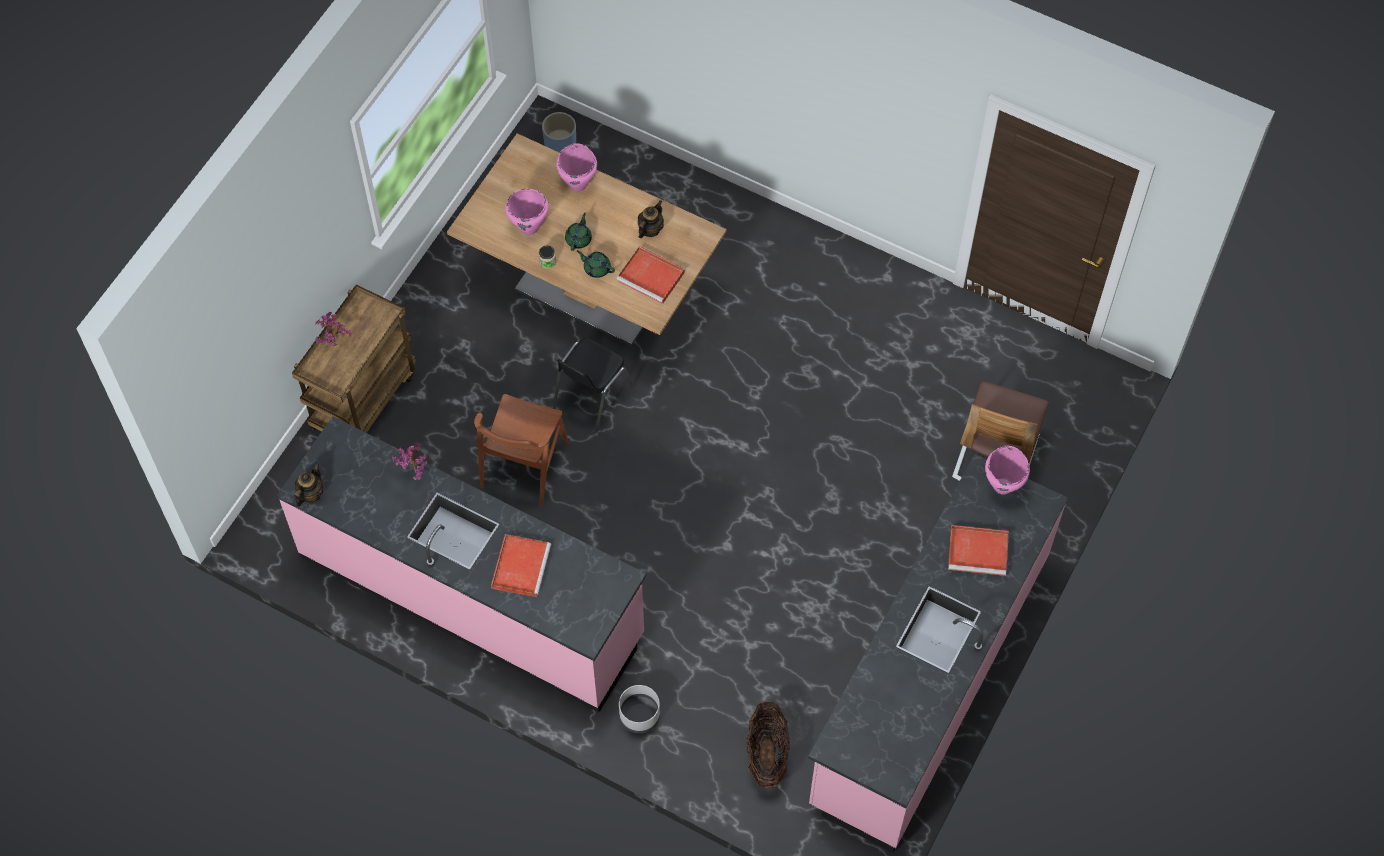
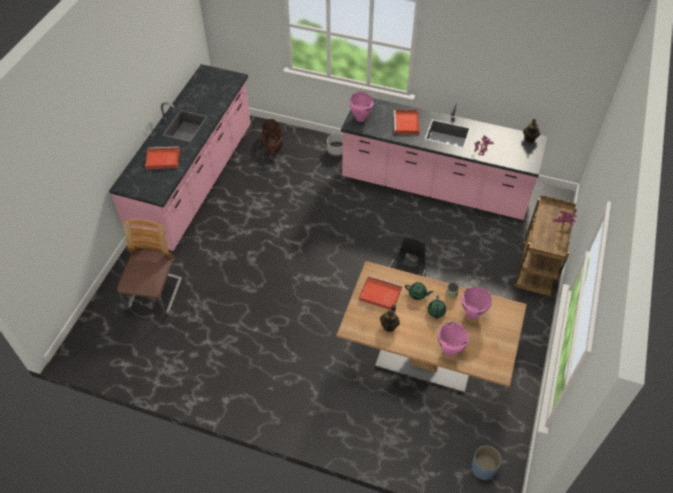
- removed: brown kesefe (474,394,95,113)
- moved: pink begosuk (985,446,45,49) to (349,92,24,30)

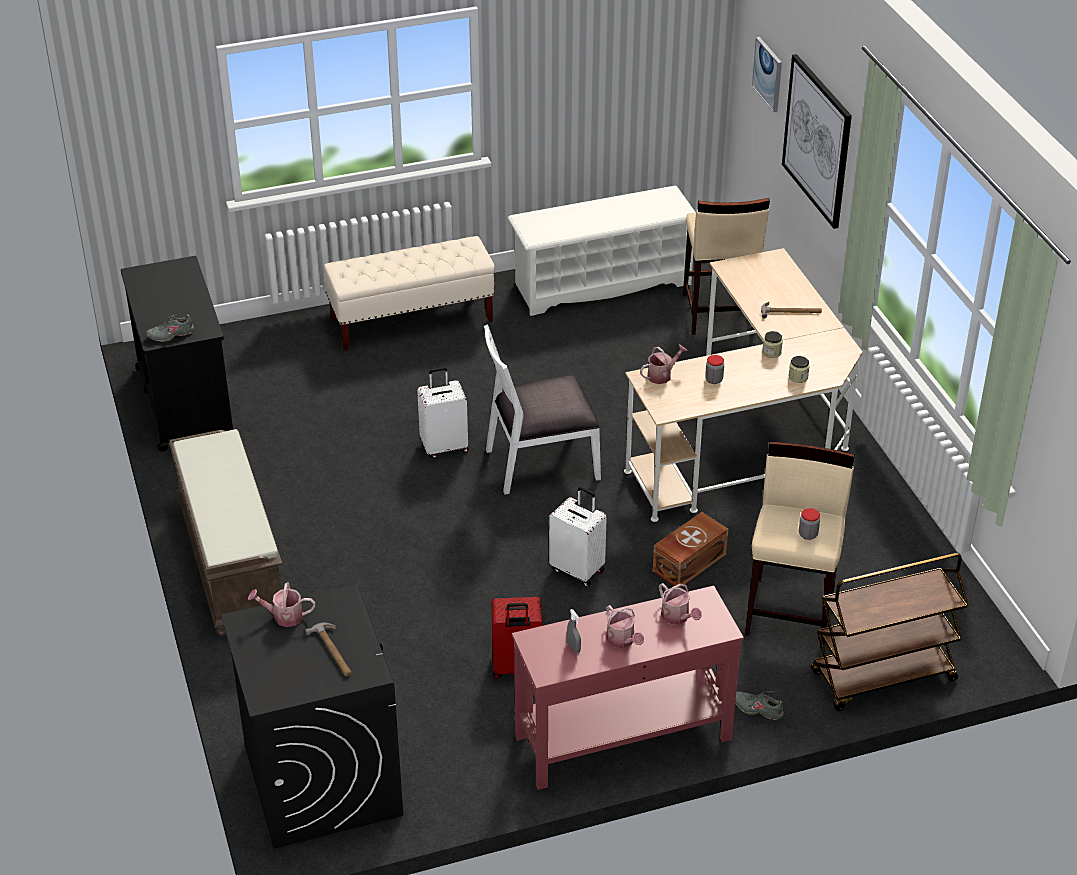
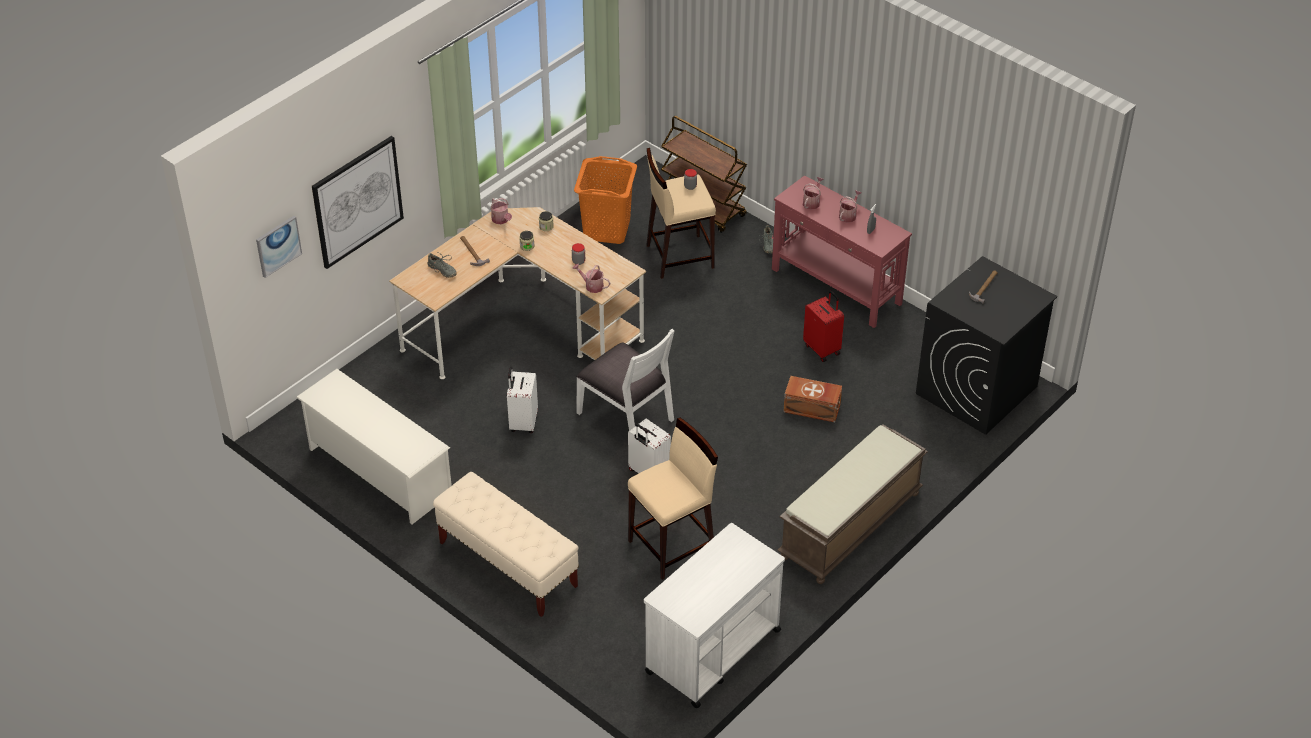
- recoloured: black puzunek (121,256,113,196) to white puzunek (644,523,141,185)
- moved: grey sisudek (146,314,48,28) to (428,253,29,25)
- moved: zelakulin (248,582,67,45) to (490,198,22,26)
- moved: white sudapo (549,487,58,100) to (507,367,31,66)
- moved: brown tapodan (653,512,75,76) to (783,376,59,46)
- moved: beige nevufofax (683,198,87,137) to (628,418,90,162)
- added: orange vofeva (574,156,63,88)

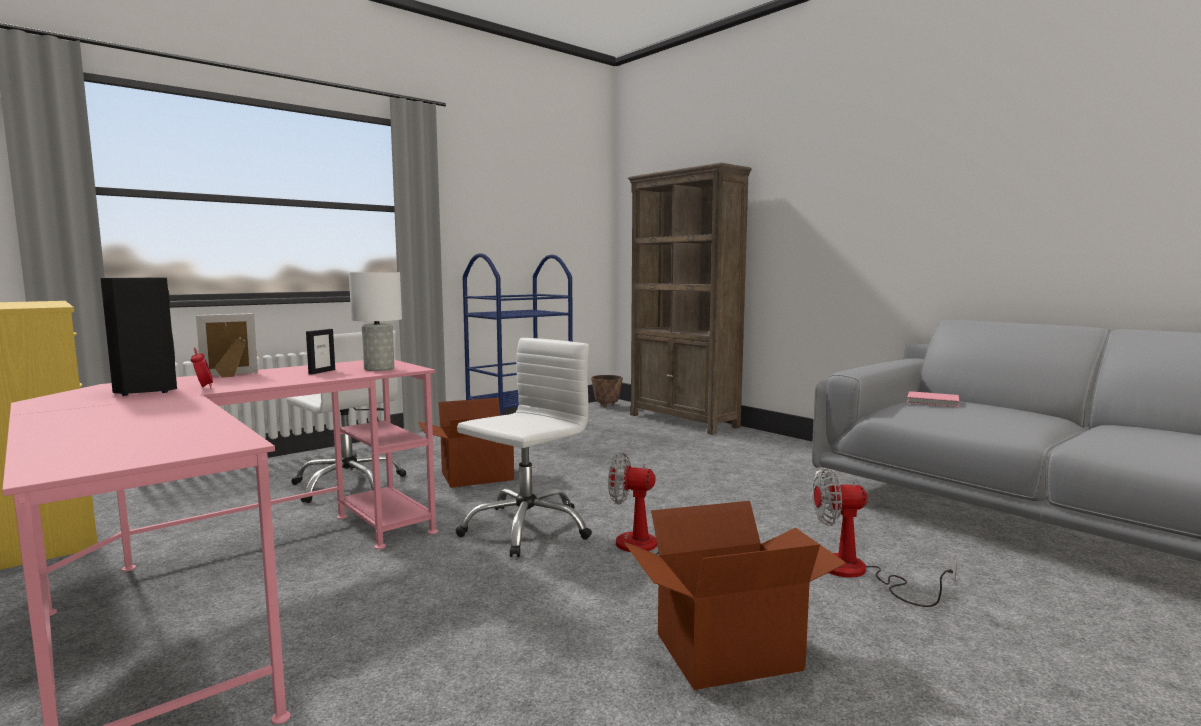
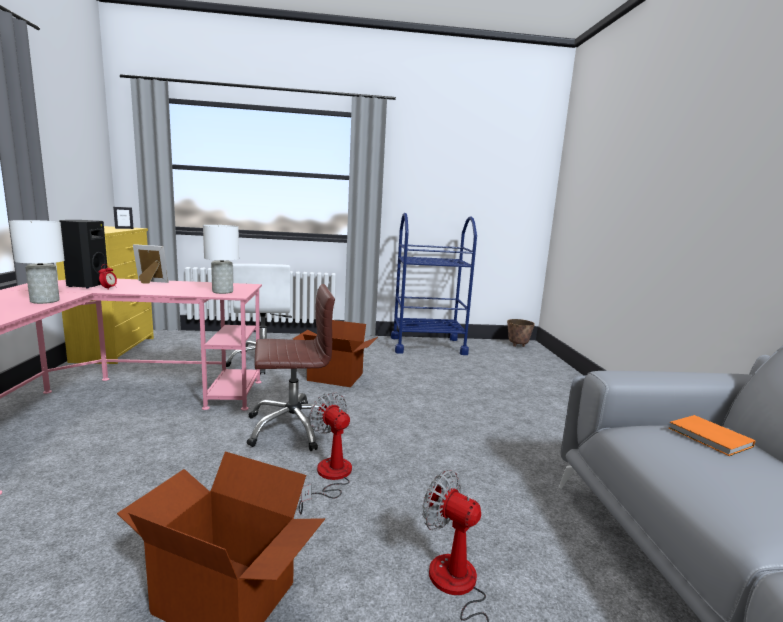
- moved: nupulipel (306,329,29,46) to (113,207,21,22)
- recoloured: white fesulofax (456,338,136,219) to brown fesulofax (247,284,88,167)
- removed: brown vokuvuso (628,163,124,272)
- recoloured: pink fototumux (907,391,52,16) to orange fototumux (669,415,87,41)
- added: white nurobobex (9,220,56,84)

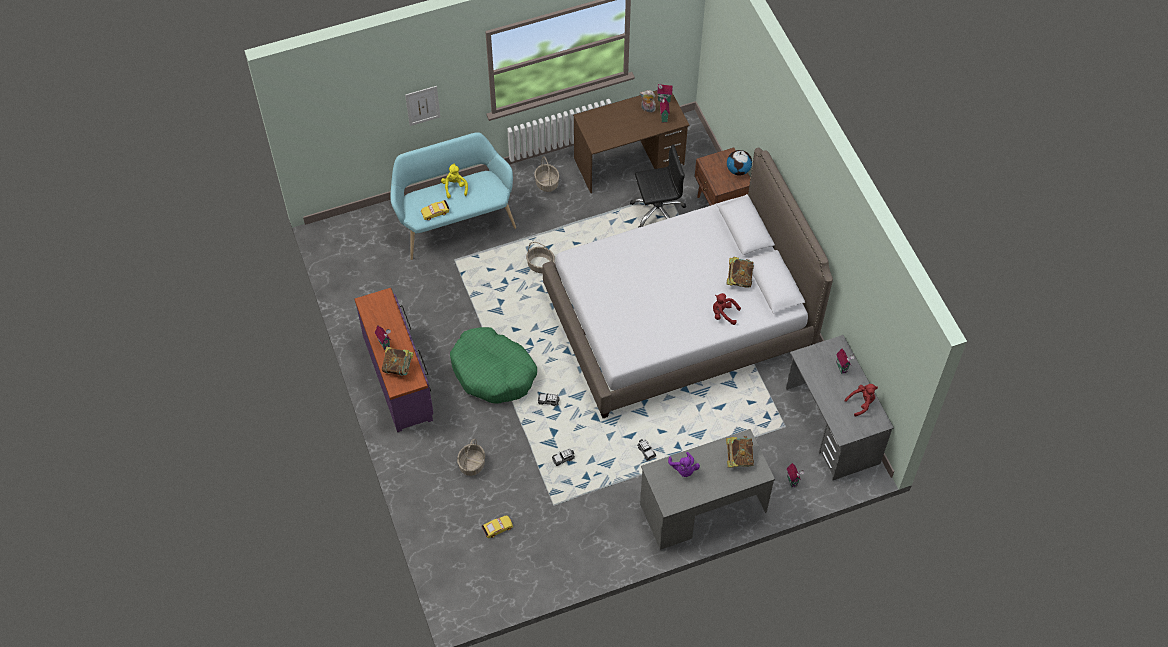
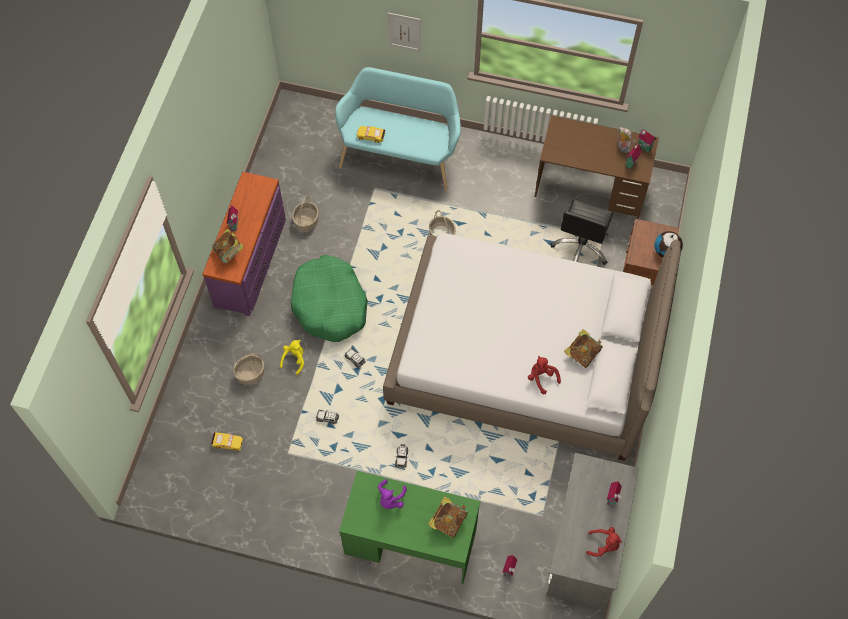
- moved: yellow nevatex (441,164,27,34) to (280,340,24,35)
- moved: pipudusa (534,156,25,36) to (292,195,27,37)
- turned: black fesulofax (630,144,56,84) = (551,199,63,66) 90 degrees clockwise
- recoloured: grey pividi (640,429,135,121) to green pividi (339,471,141,113)

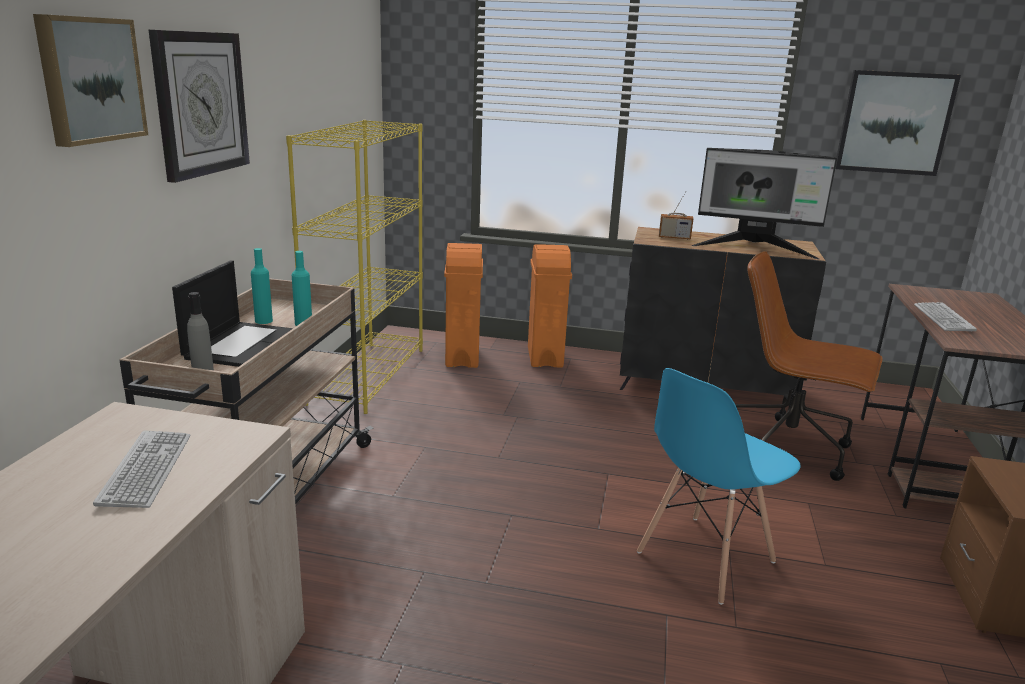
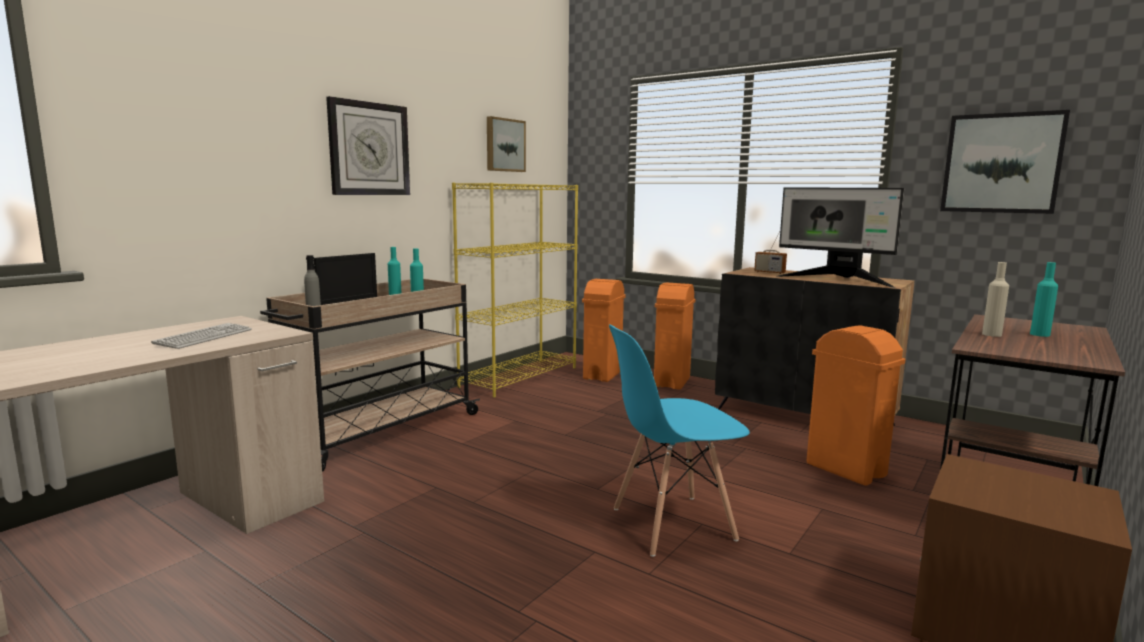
- moved: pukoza (33,14,115,133) to (487,116,39,56)
- replaced: brown fesulofax (735,251,148,230) to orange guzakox (806,325,100,161)
- replaced: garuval (914,302,63,29) to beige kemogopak (982,262,27,75)
- added: turquoise kemogopak (1030,262,28,75)

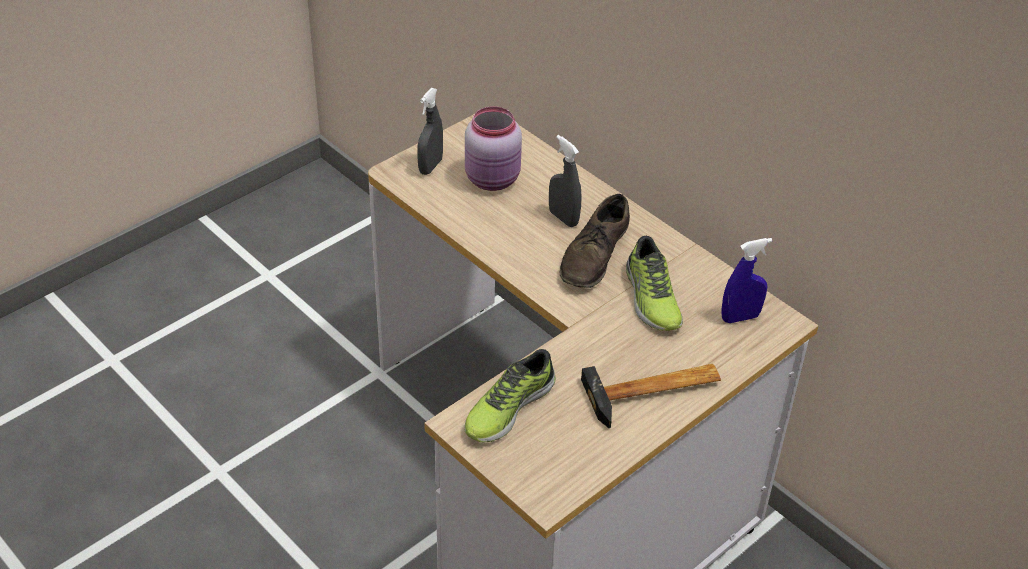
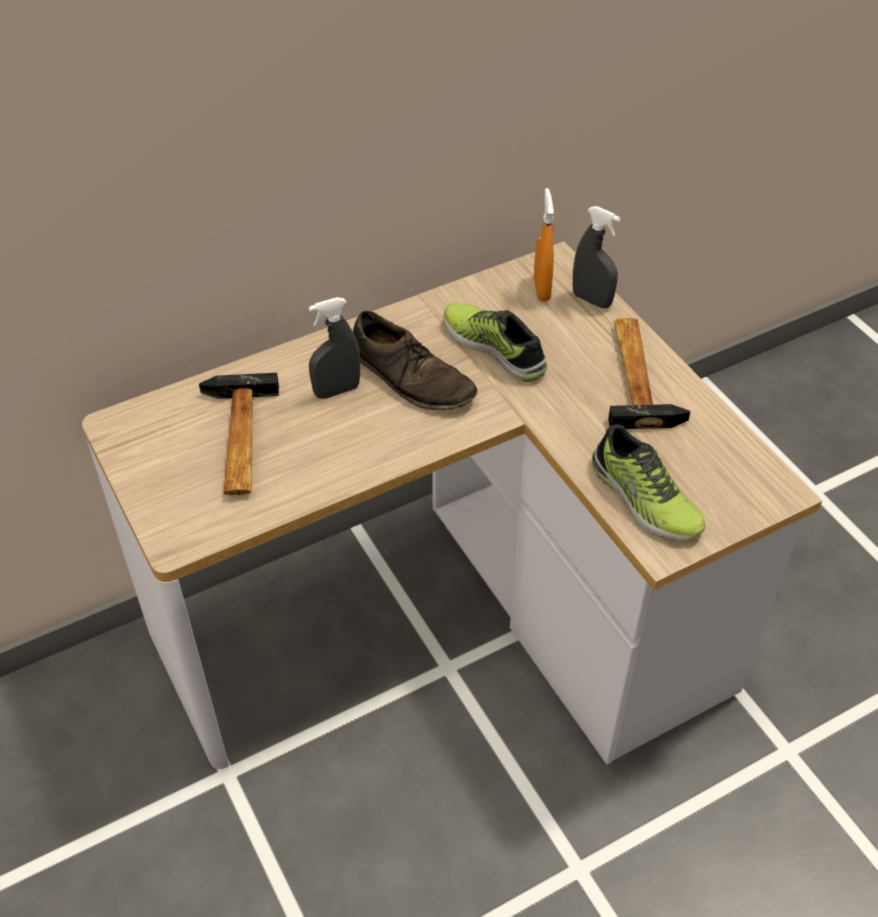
- moved: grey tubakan (417,88,26,87) to (573,206,47,102)
- replaced: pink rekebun (465,106,57,85) to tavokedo (199,373,80,122)
- turned: sisudek (626,236,57,95) = (443,303,104,79) 135 degrees counterclockwise
- recoloured: blue tubakan (721,238,51,85) to orange tubakan (534,188,20,113)

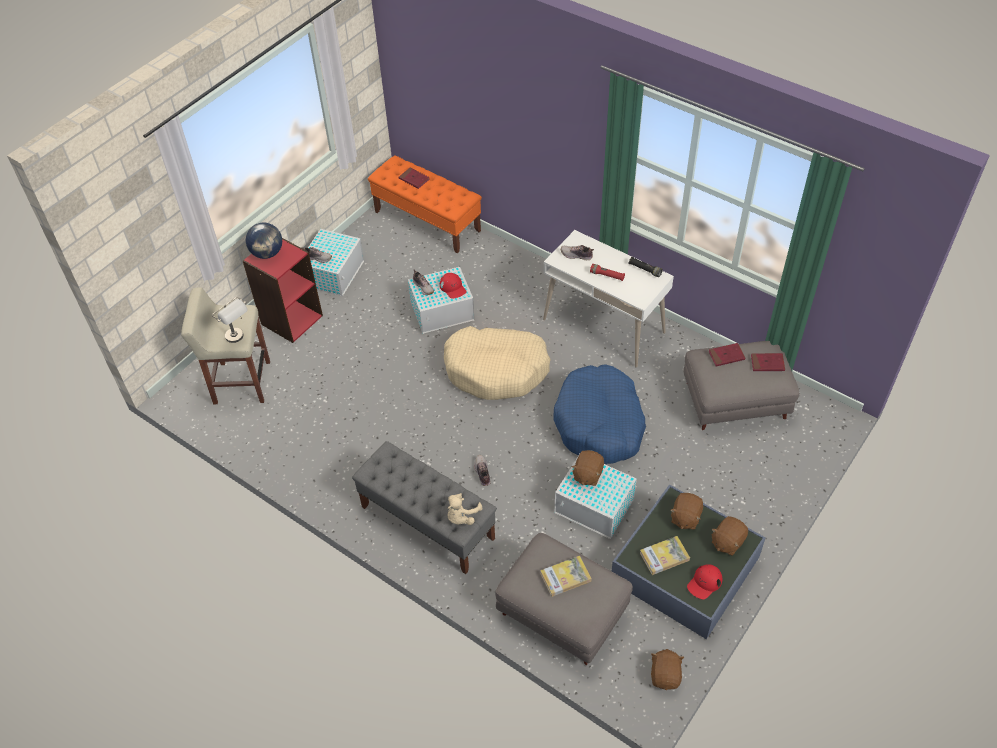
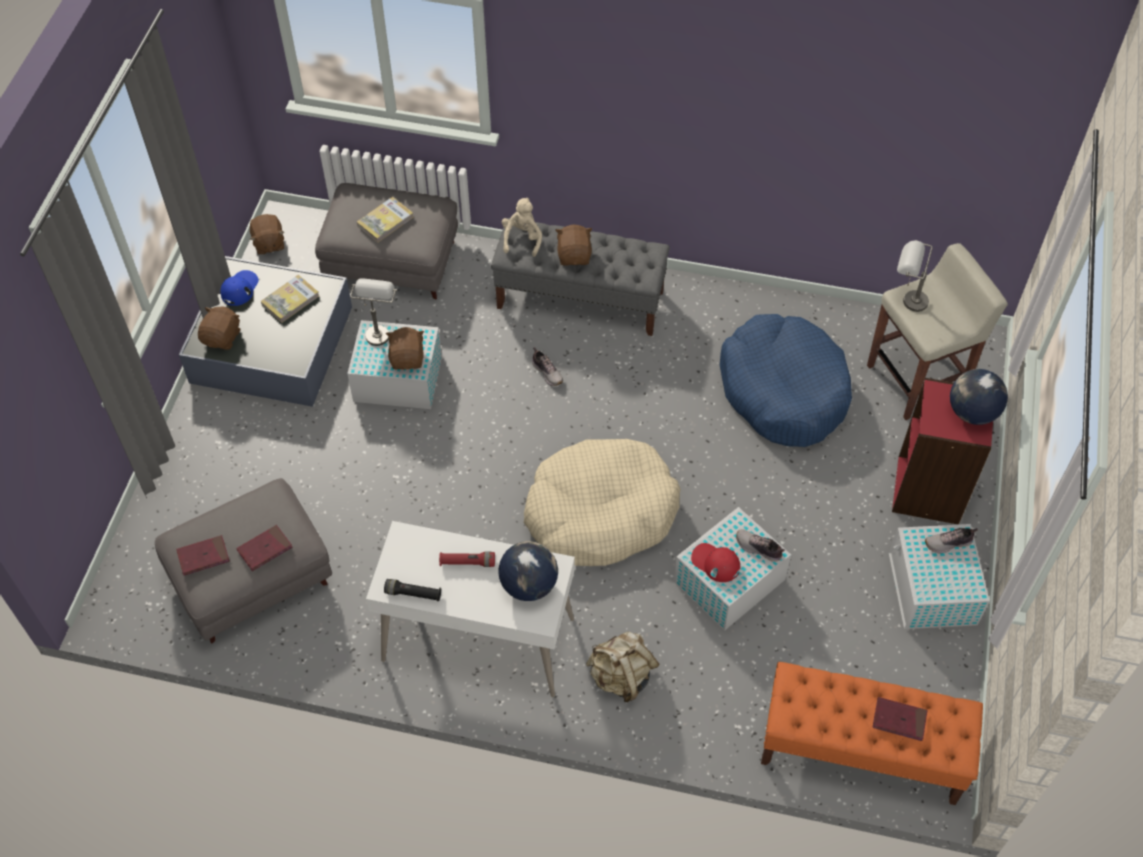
- moved: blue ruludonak (553,364,93,100) to (720,314,132,133)
- replaced: sisudek (561,245,33,16) to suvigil (498,541,60,60)
- moved: brown nevatex (671,493,32,37) to (555,225,37,41)
- recoloured: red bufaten (687,564,35,35) to blue bufaten (220,270,39,36)
- added: grey nurobobex (350,278,47,68)
- added: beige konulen (586,632,74,70)

